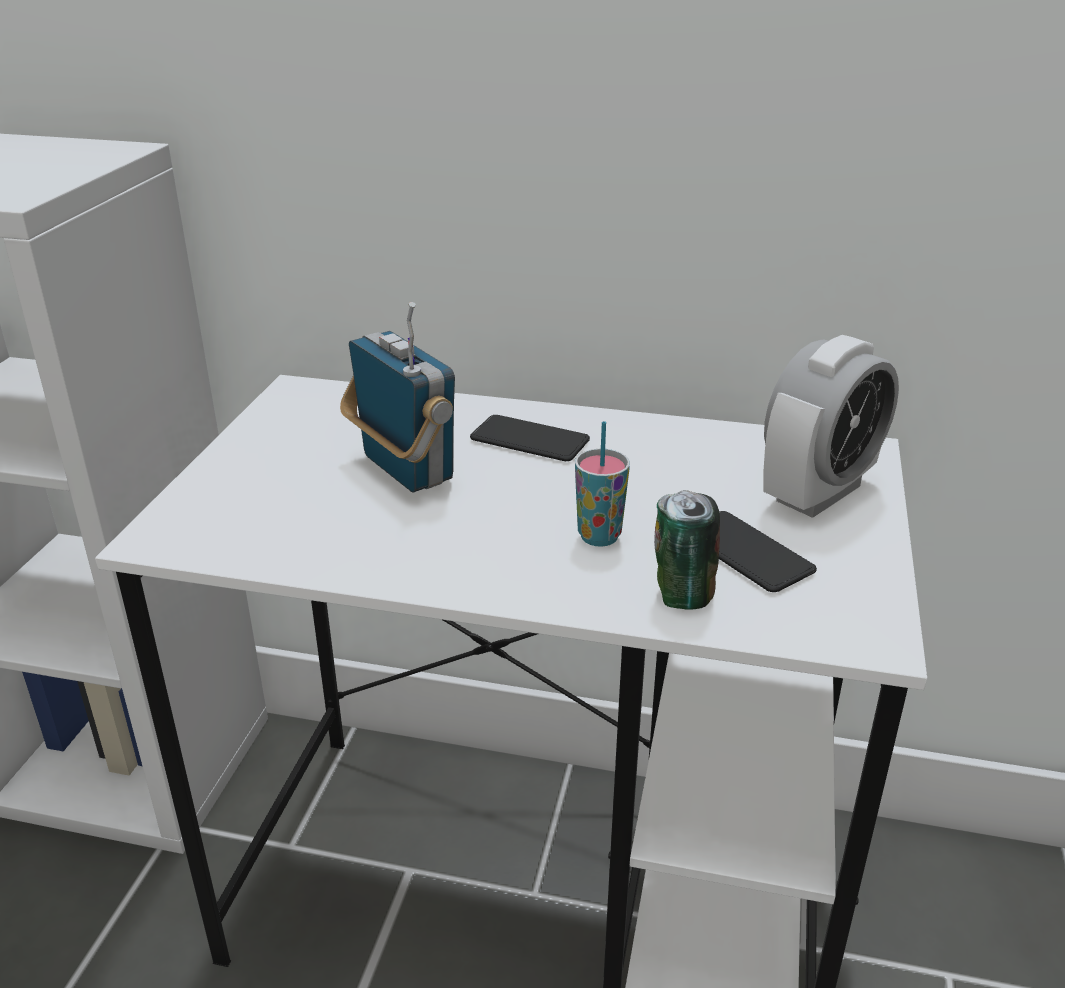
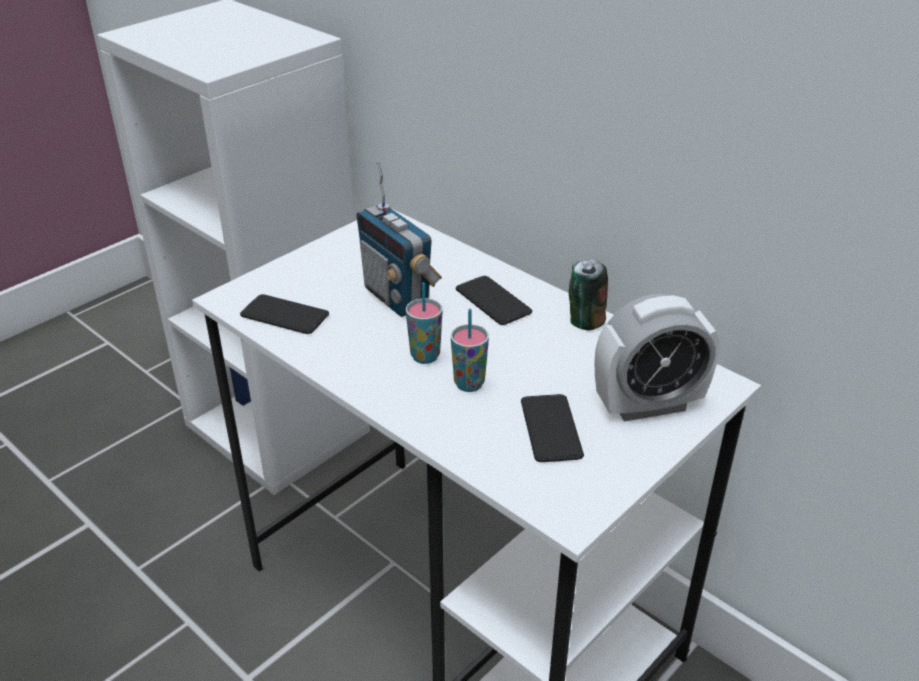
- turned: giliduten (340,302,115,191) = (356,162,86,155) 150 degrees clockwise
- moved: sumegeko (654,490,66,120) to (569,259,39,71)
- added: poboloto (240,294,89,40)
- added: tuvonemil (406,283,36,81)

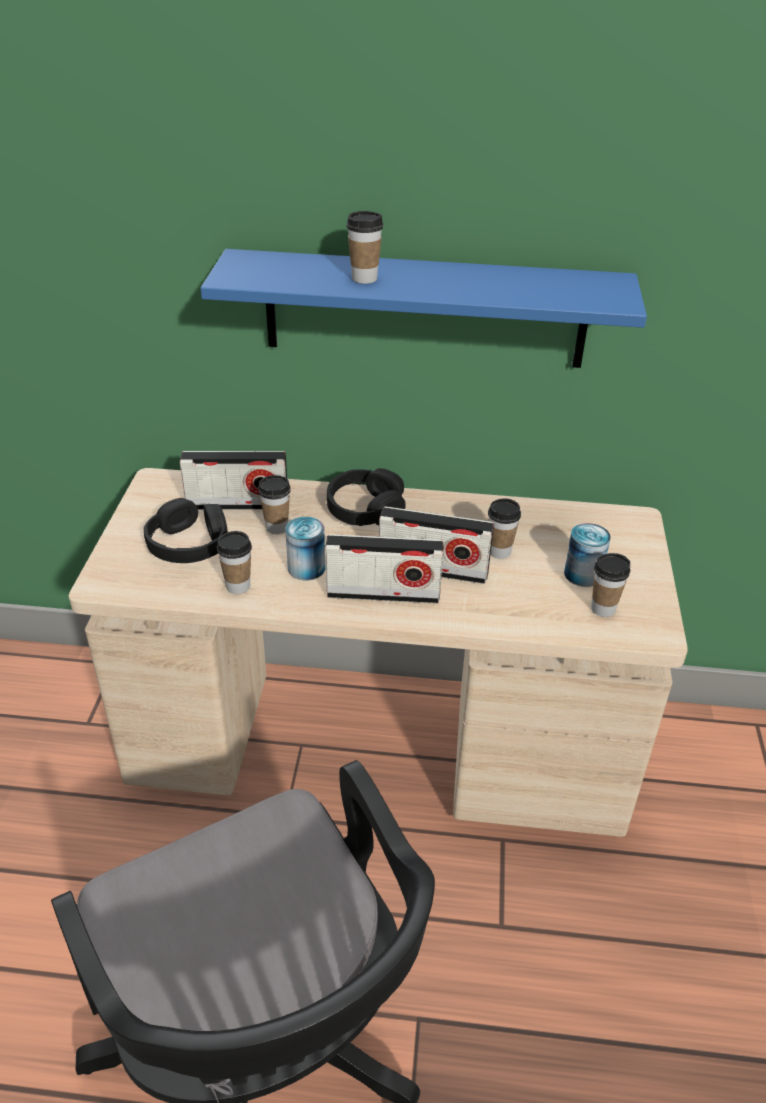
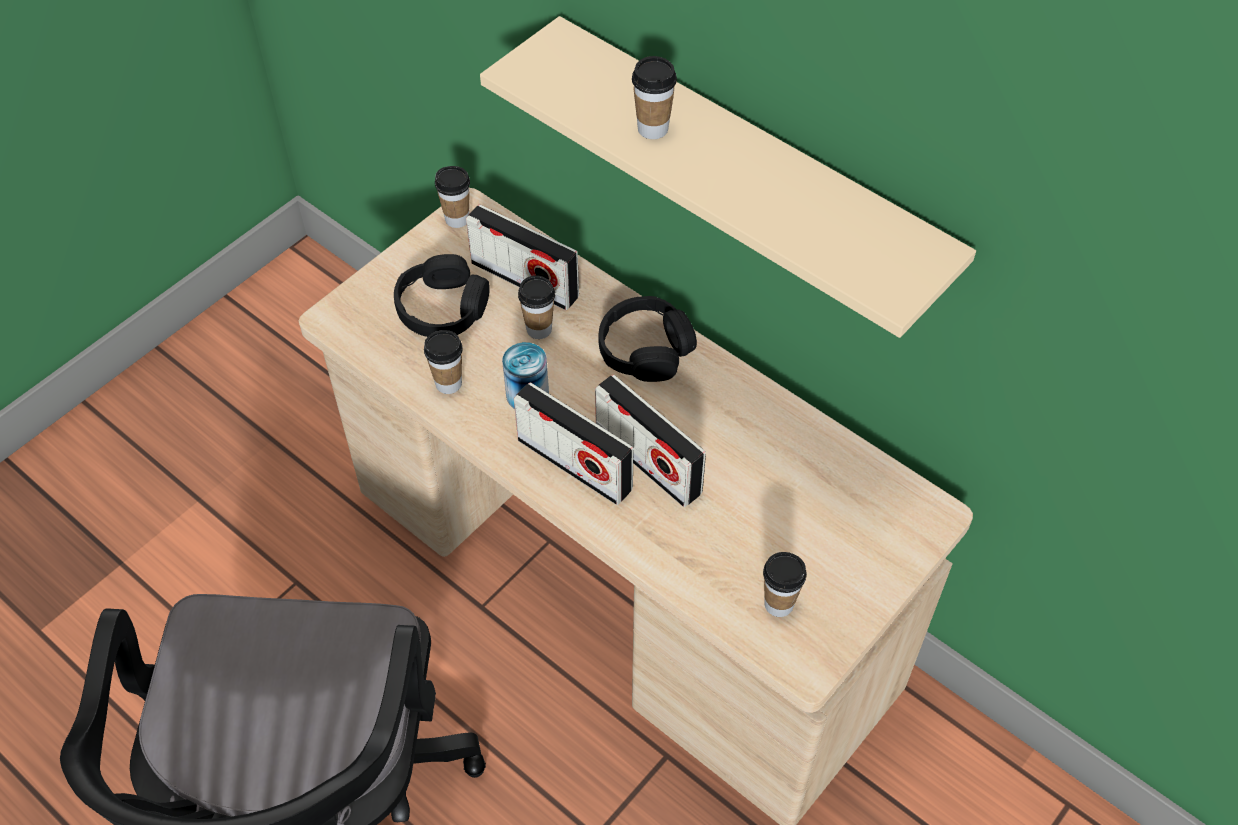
- recoloured: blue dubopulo (201,249,446,119) to beige dubopulo (480,16,496,322)
- moved: tuvonemil (488,498,33,61) to (435,166,35,62)
- removed: sumegeko (564,523,47,64)

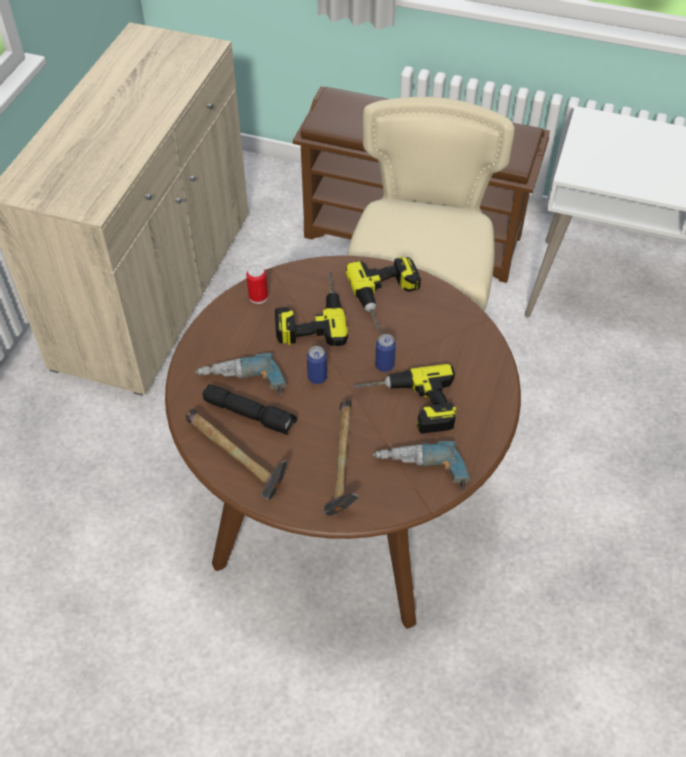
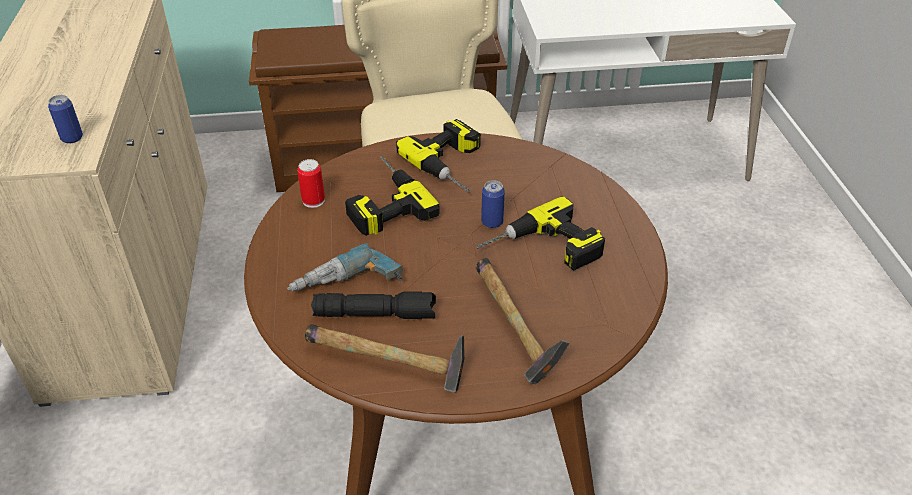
- moved: sumegeko (307,346,20,38) to (48,95,35,48)
- removed: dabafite (373,441,97,49)

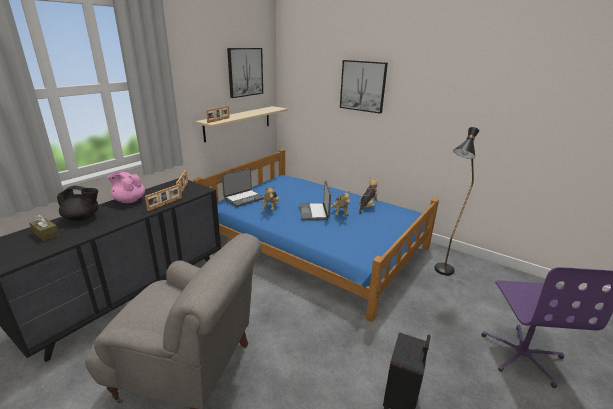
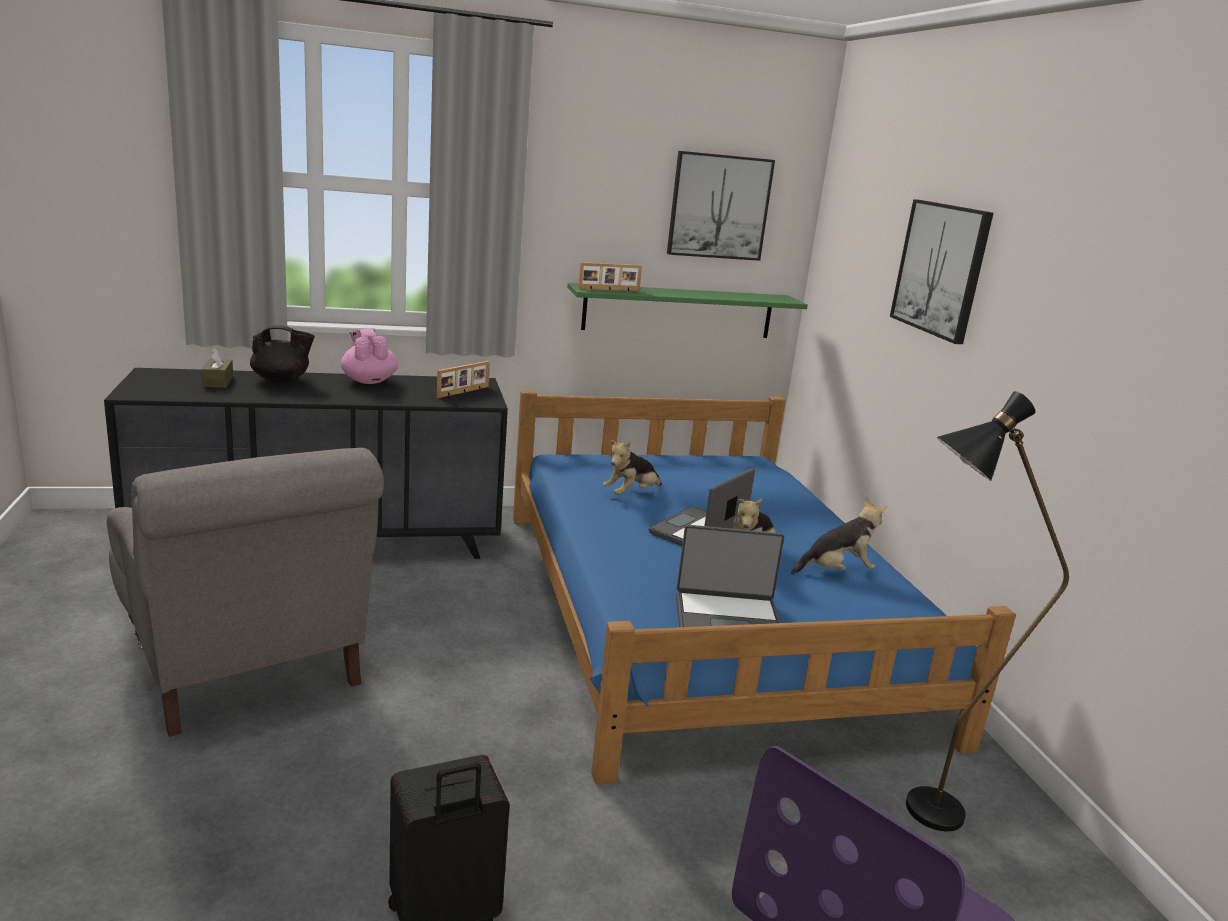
- turned: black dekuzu (57,186,41,35) = (250,325,65,58) 45 degrees counterclockwise
- removed: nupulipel (145,184,37,27)
- recoloured: beige dubopulo (195,106,93,36) to green dubopulo (567,283,241,55)
- moved: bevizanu (222,168,42,39) to (676,525,108,102)

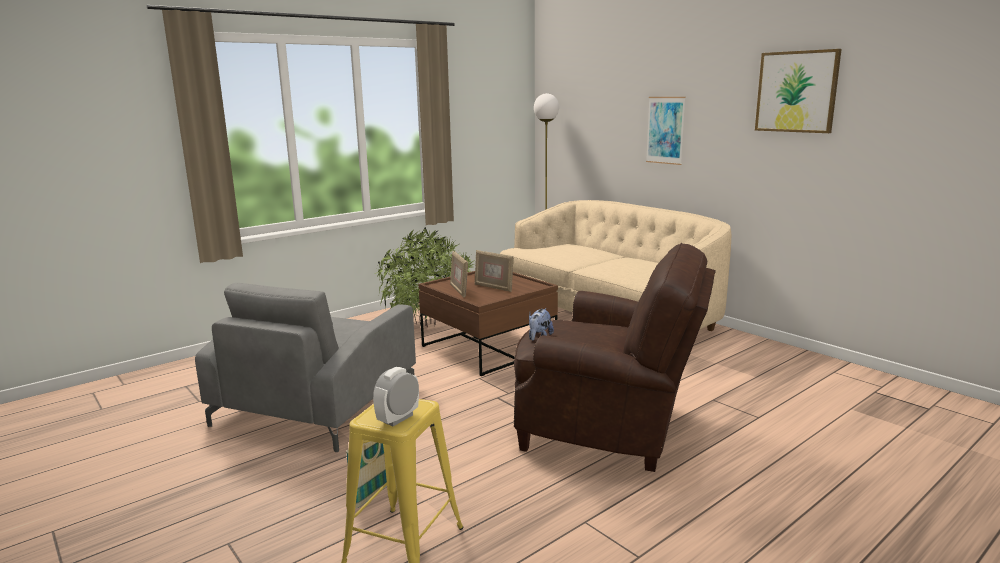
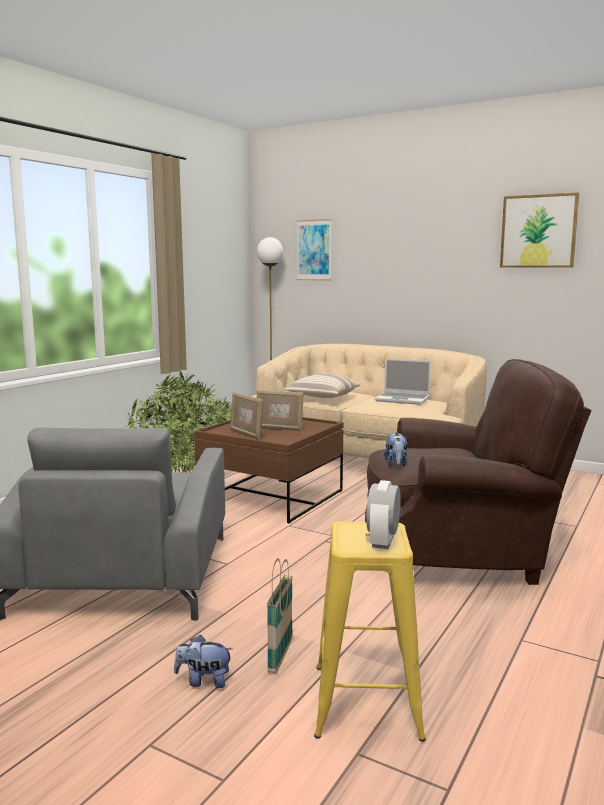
- moved: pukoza (646,97,40,68) to (297,219,34,62)
- added: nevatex (174,635,59,53)
- added: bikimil (285,373,75,25)
- added: bevizanu (375,358,56,47)

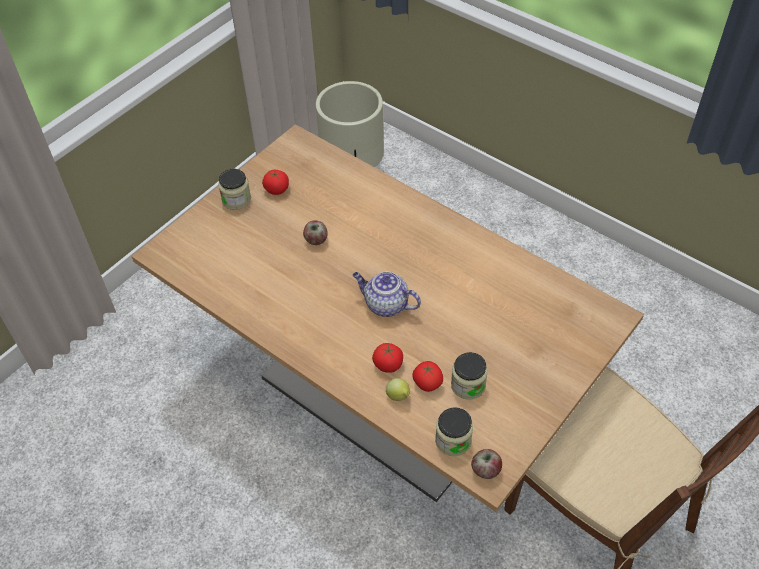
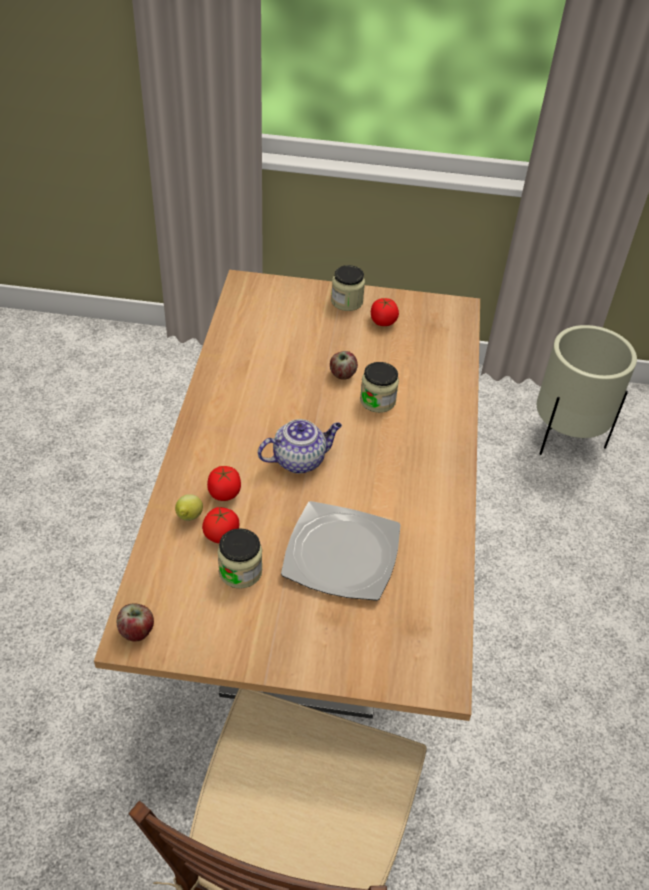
- turned: dekuzu (353,272,68,45) = (258,419,84,55) 75 degrees clockwise
- moved: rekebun (435,407,38,49) to (360,362,39,51)
- added: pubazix (281,501,120,100)

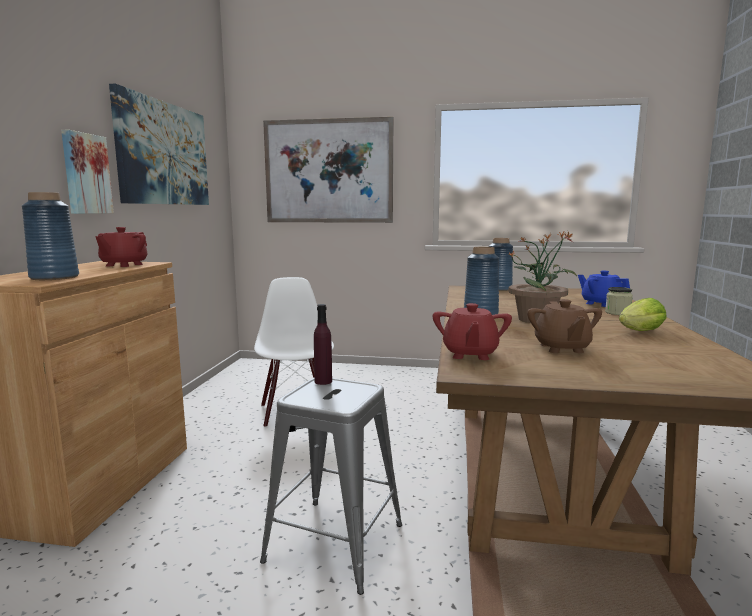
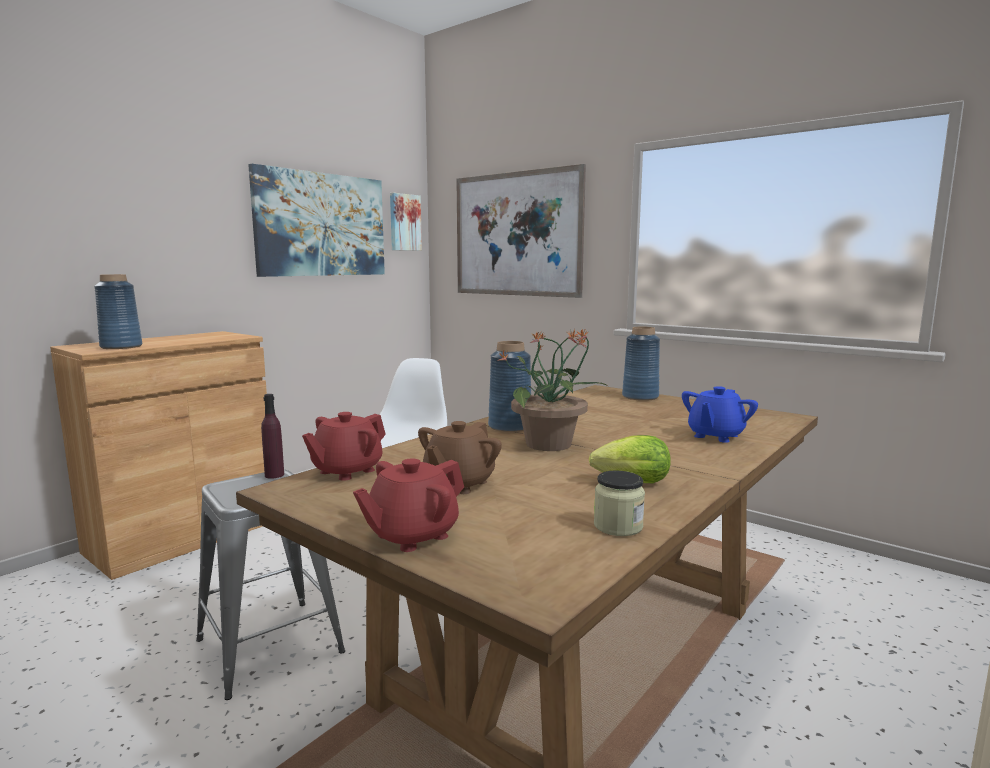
- moved: pukoza (61,130,53,84) to (390,193,32,58)
- moved: red dekuzu (95,227,53,40) to (353,458,111,94)
- turned: blue dekuzu (578,271,52,36) = (682,386,76,57) 135 degrees counterclockwise
- moved: rekebun (605,287,28,28) to (594,470,51,66)

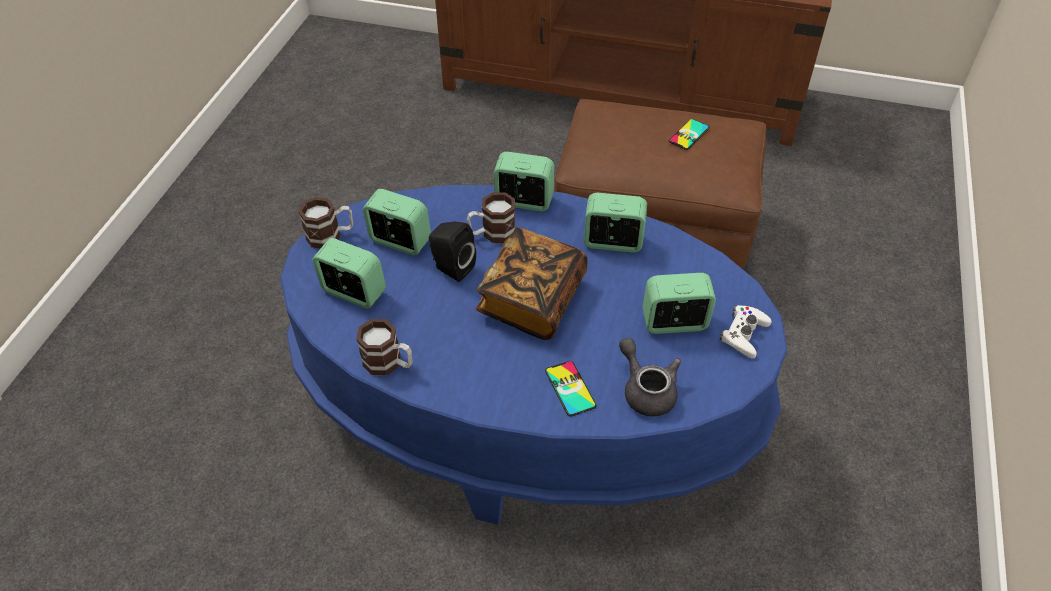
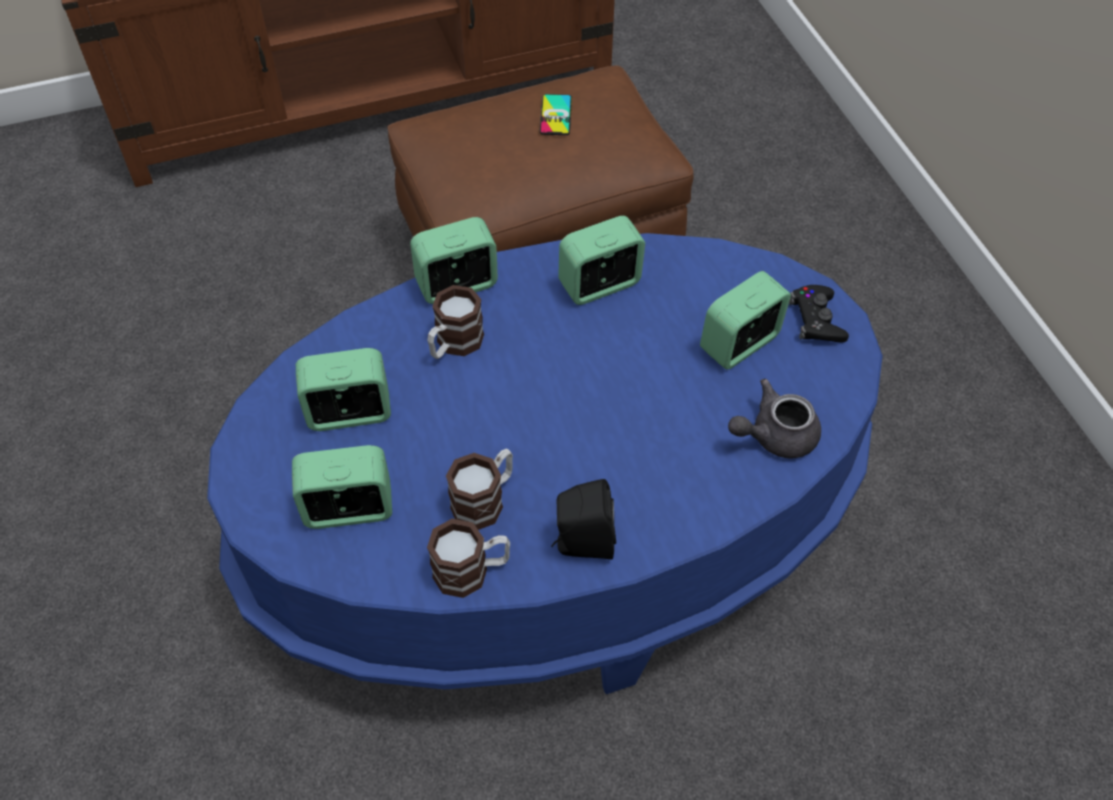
- moved: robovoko (298,197,55,52) to (446,448,67,82)
- moved: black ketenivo (429,221,47,61) to (551,479,65,80)
- removed: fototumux (476,227,112,113)
- removed: poboloto (545,361,51,56)
- turned: grey dekuzu (619,338,62,79) = (728,379,93,80) 45 degrees counterclockwise
- recoloured: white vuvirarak (720,305,52,54) to black vuvirarak (789,285,60,58)

